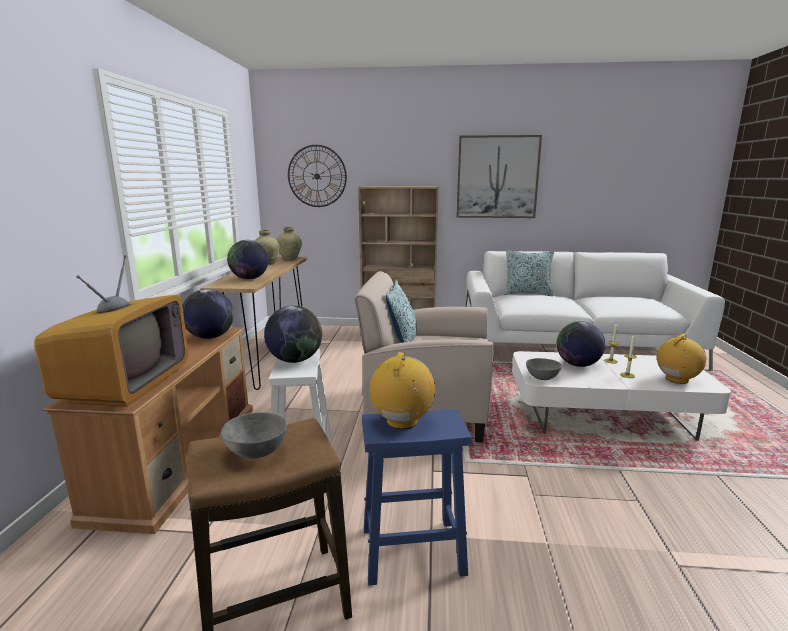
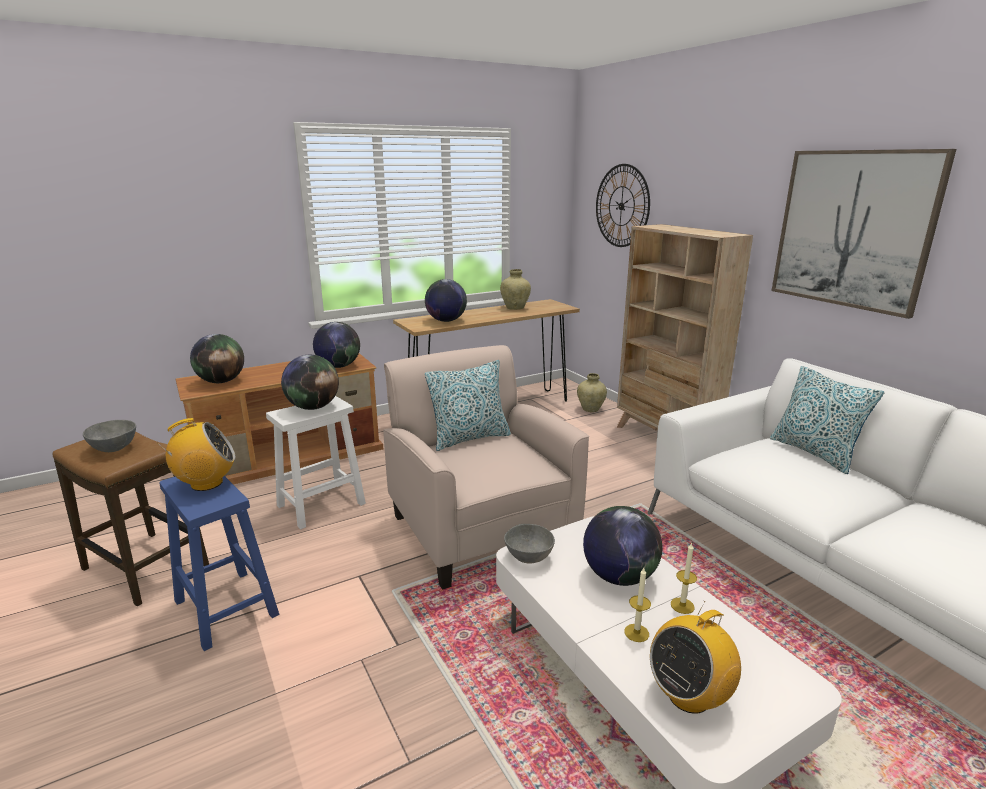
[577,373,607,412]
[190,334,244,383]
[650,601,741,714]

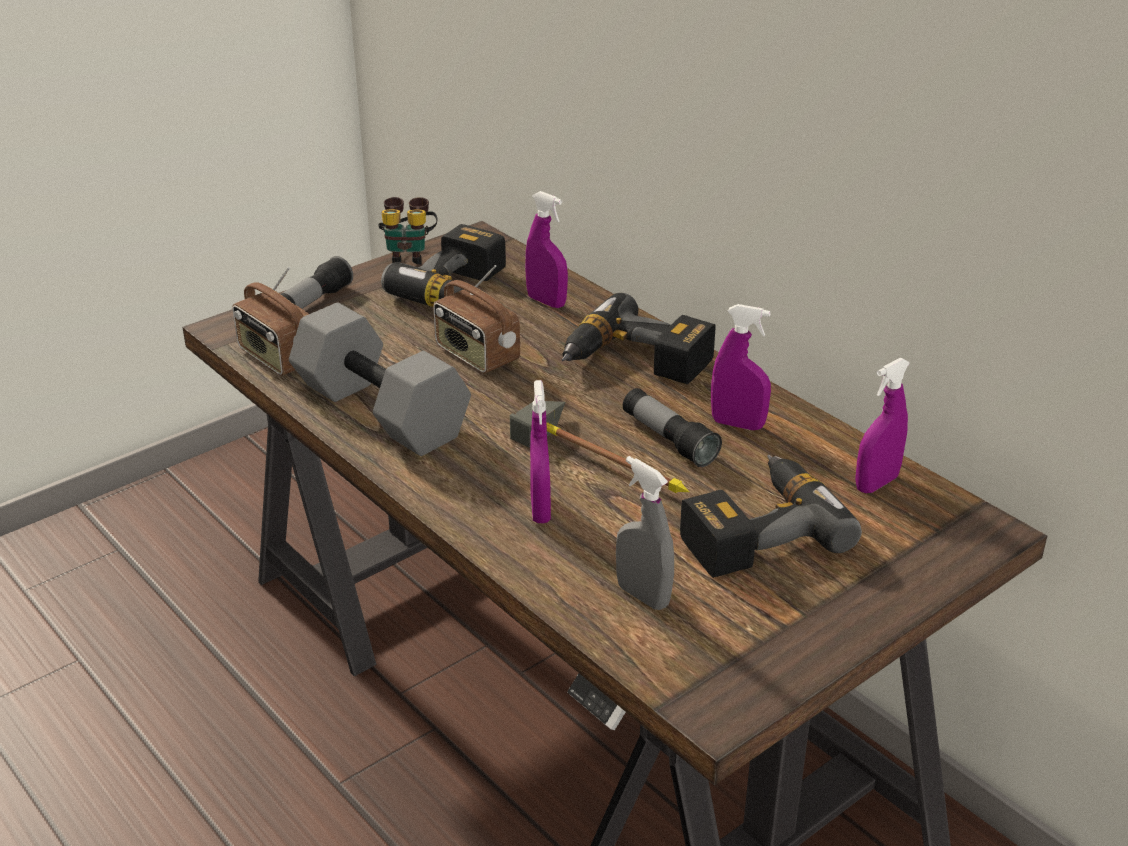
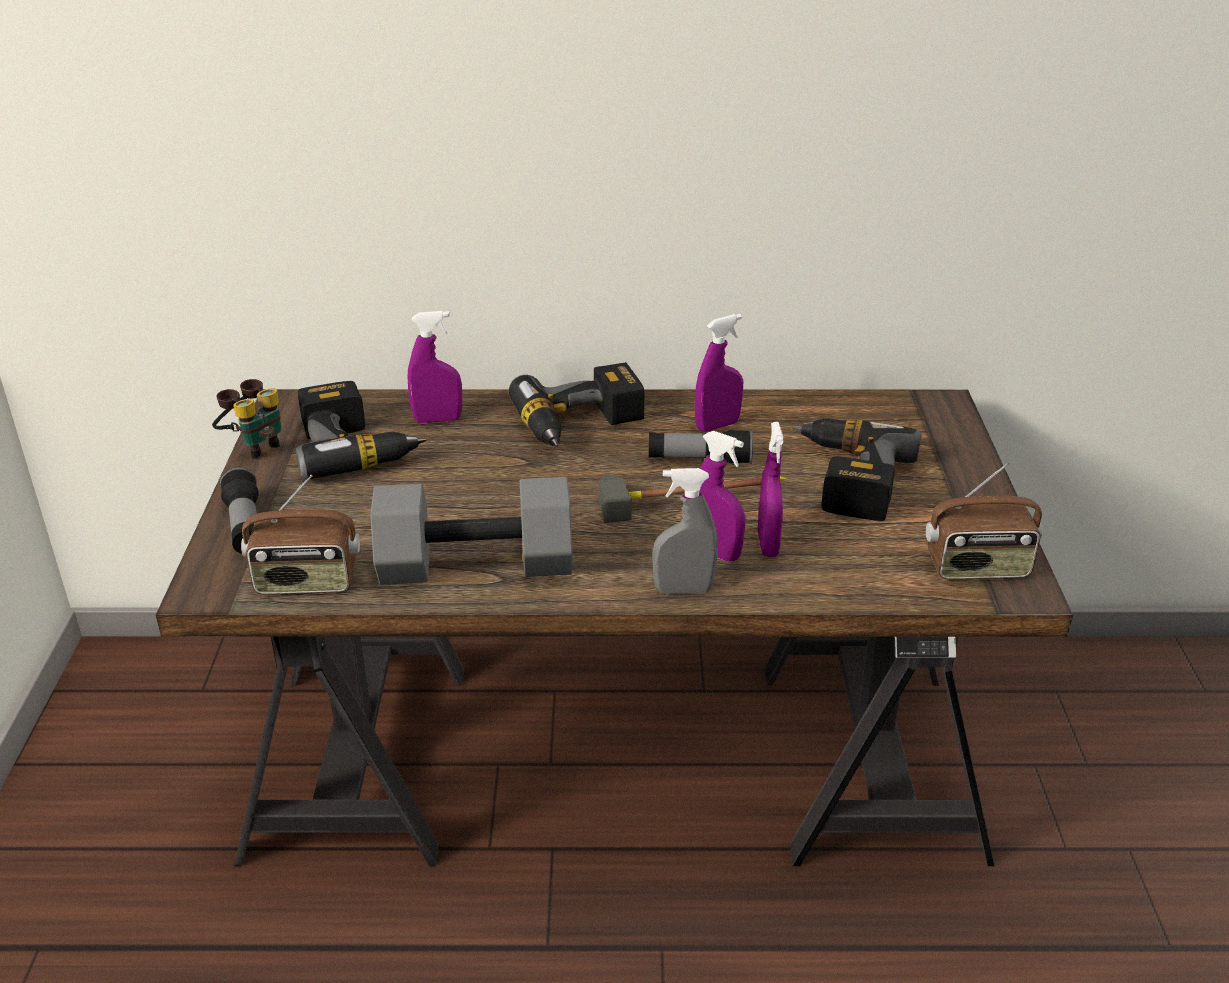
[926,462,1043,579]
[652,468,718,595]
[758,422,783,557]

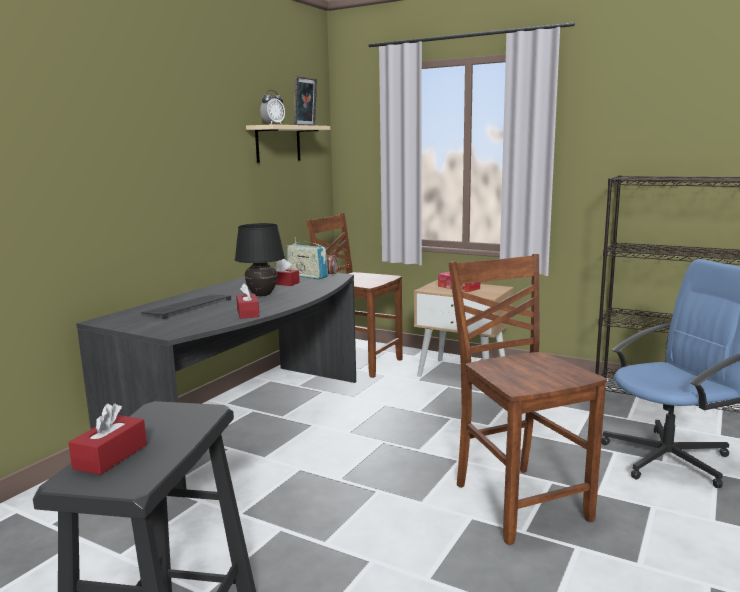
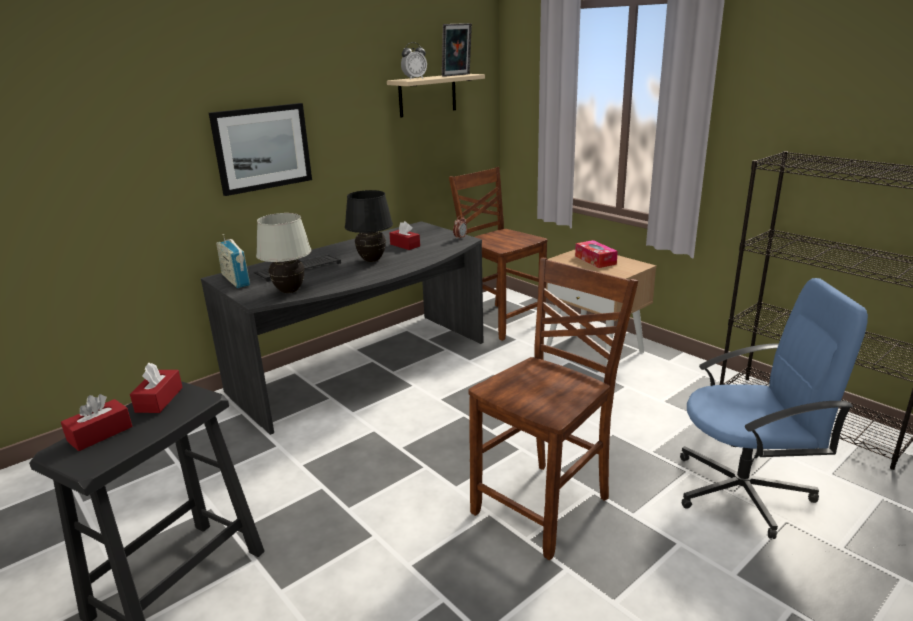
[209,103,312,196]
[256,213,312,293]
[130,363,183,413]
[216,234,250,288]
[468,258,638,560]

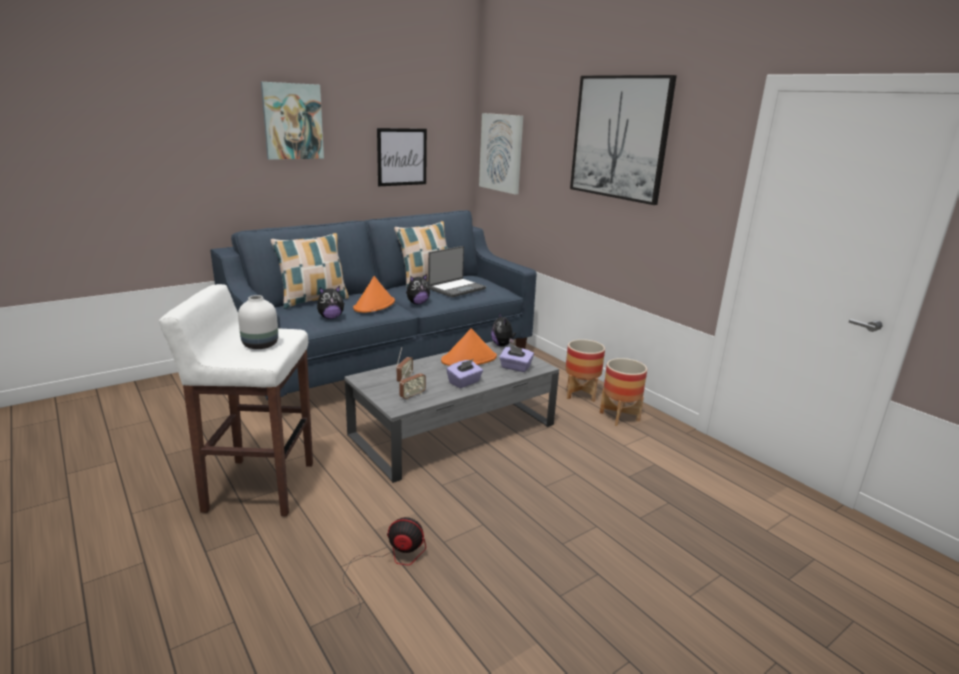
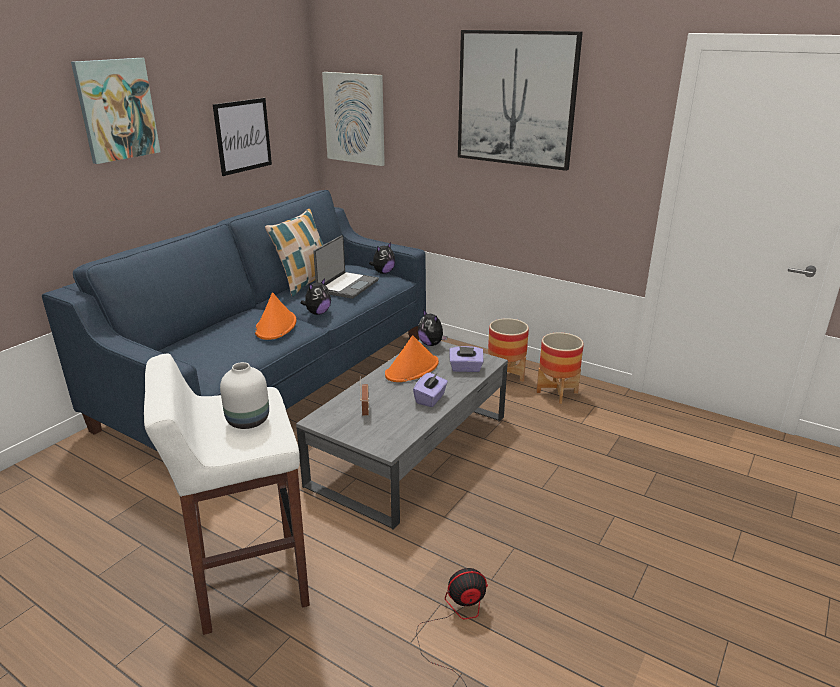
[271,233,349,309] (first image)
[399,362,426,400] (first image)
[369,242,395,274]

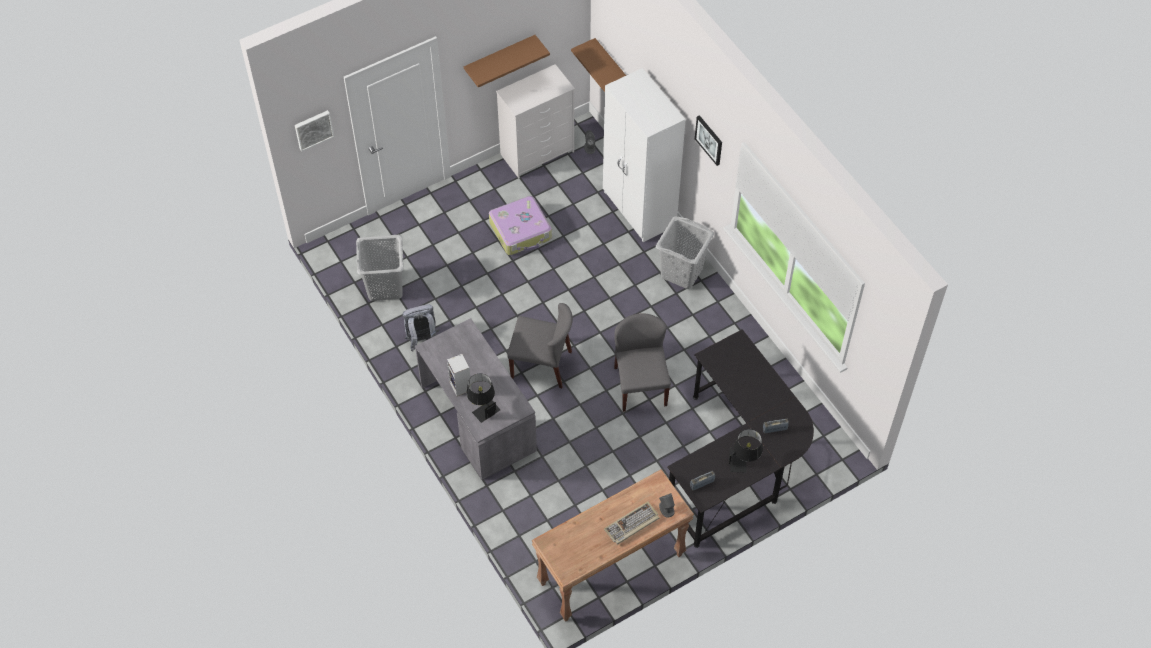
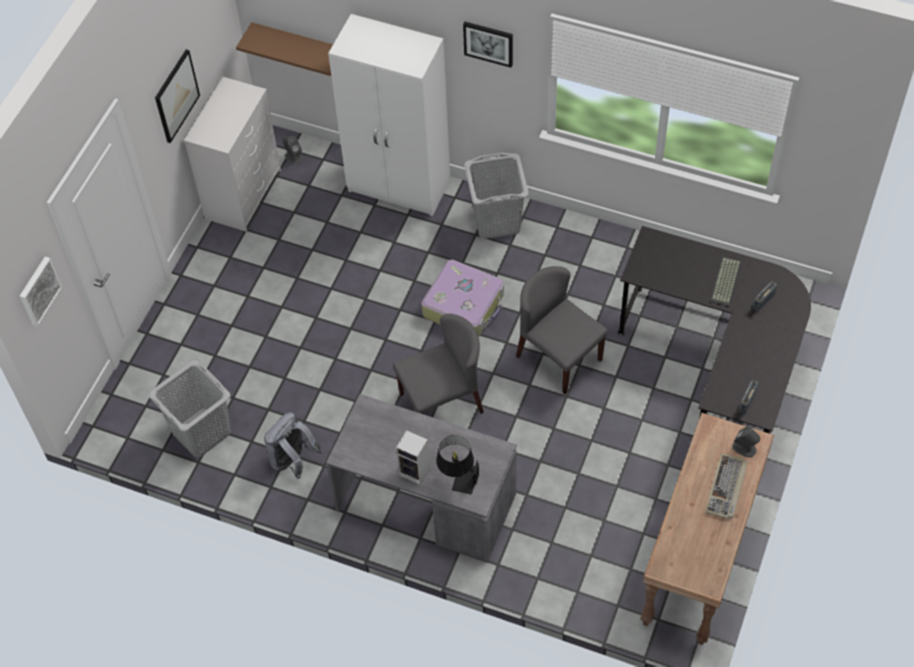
[729,429,763,472] (first image)
[710,258,741,306]
[422,260,504,337]
[155,49,200,143]

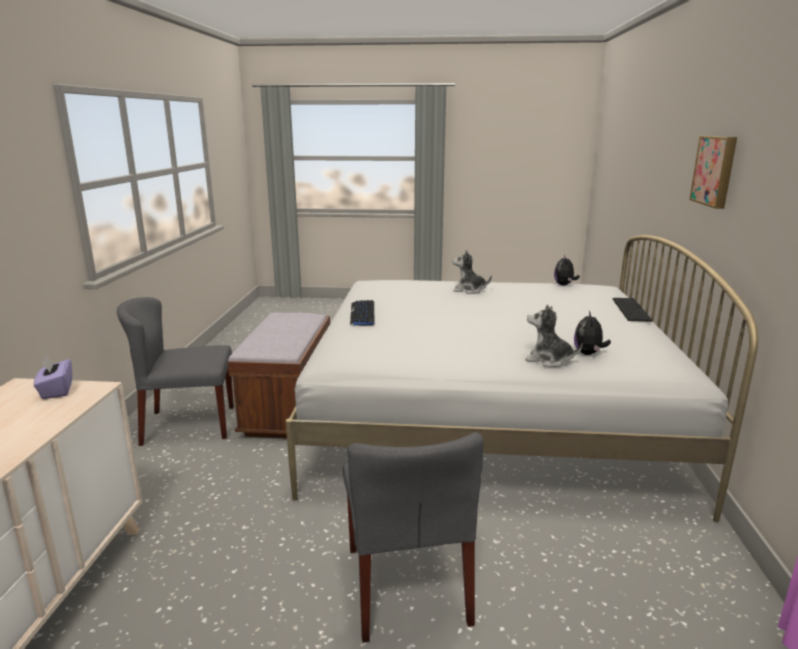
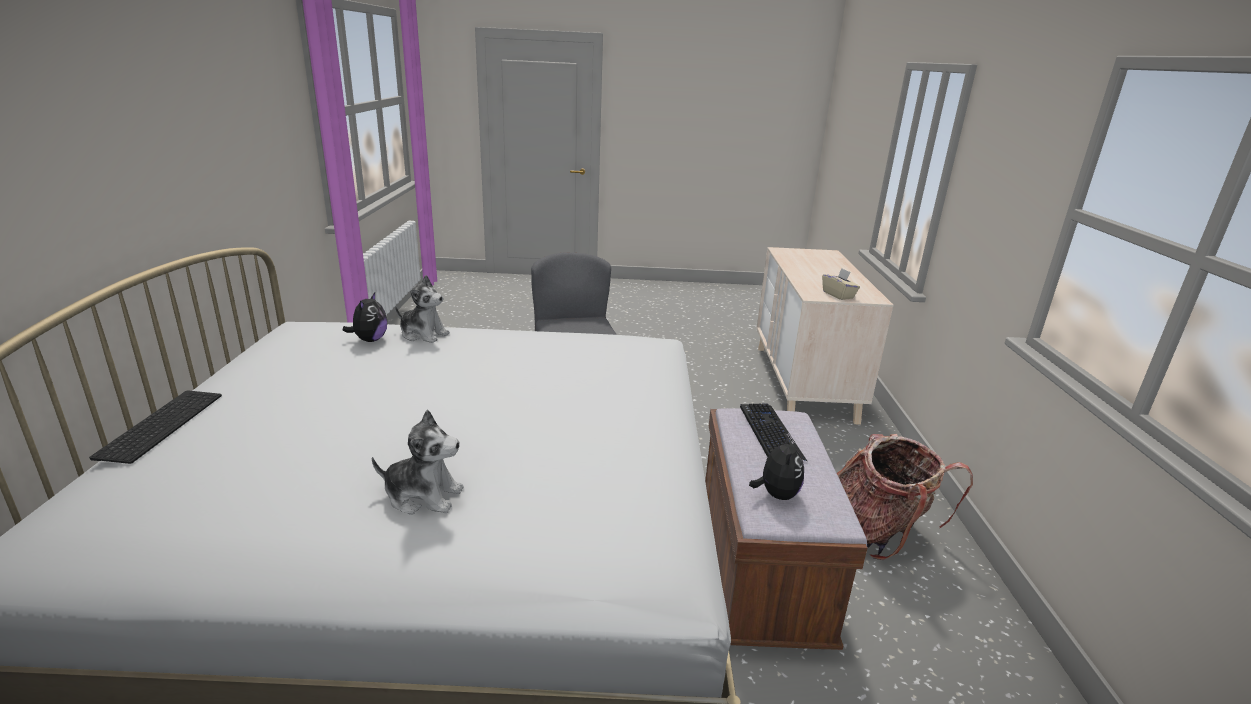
[689,136,737,209] (first image)
[740,403,807,461]
[749,434,804,500]
[837,434,973,560]
[822,268,860,300]

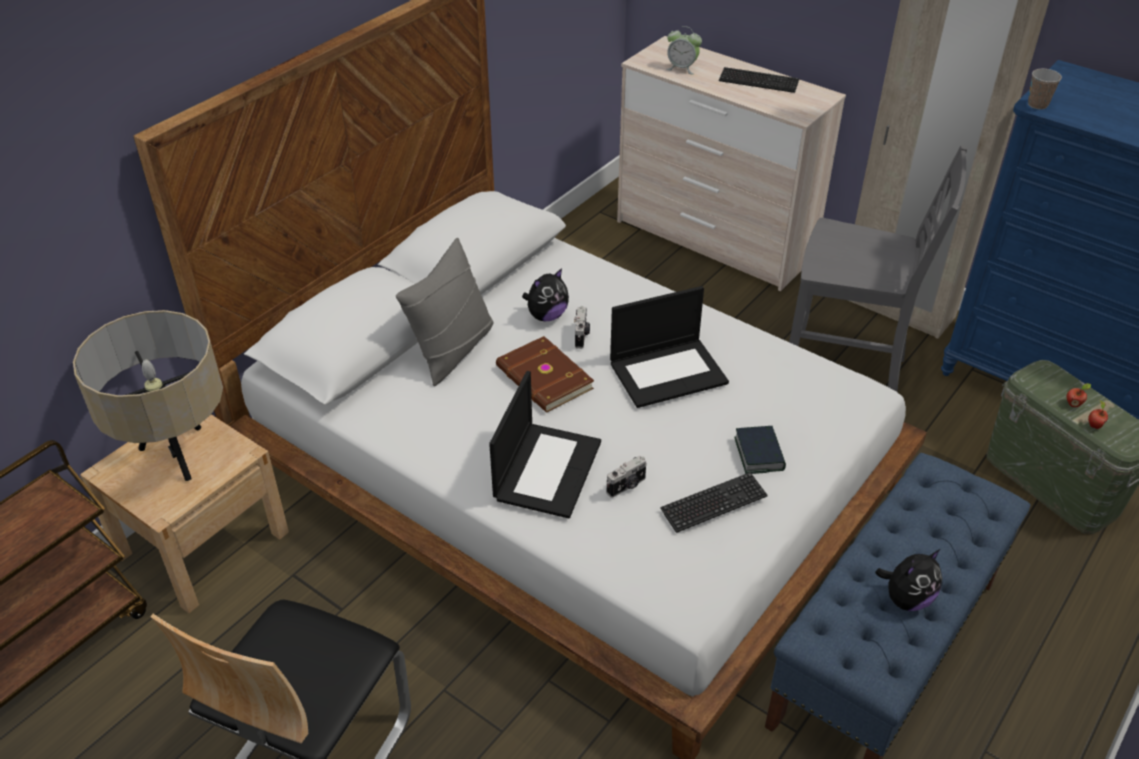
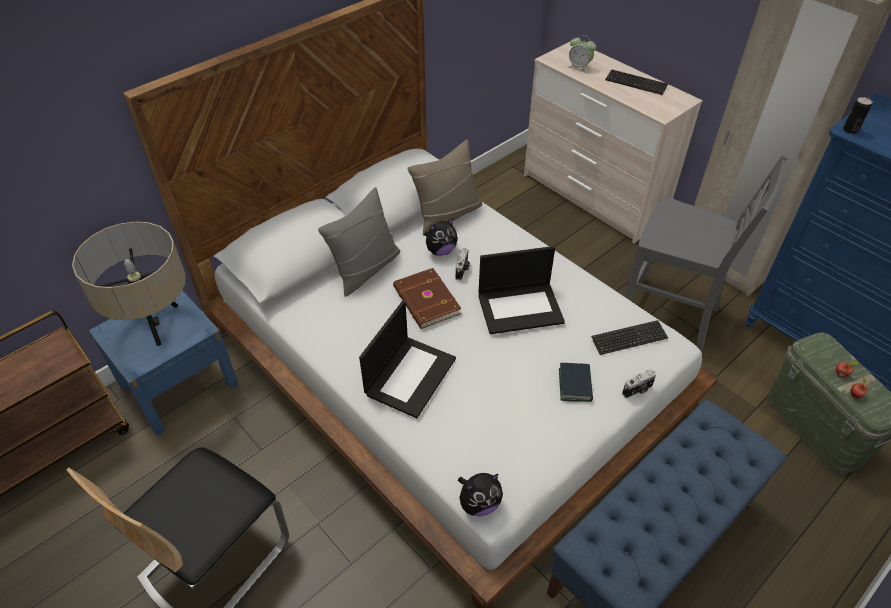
[407,140,483,236]
[622,369,656,398]
[591,320,668,355]
[458,473,503,517]
[843,97,872,134]
[88,290,239,436]

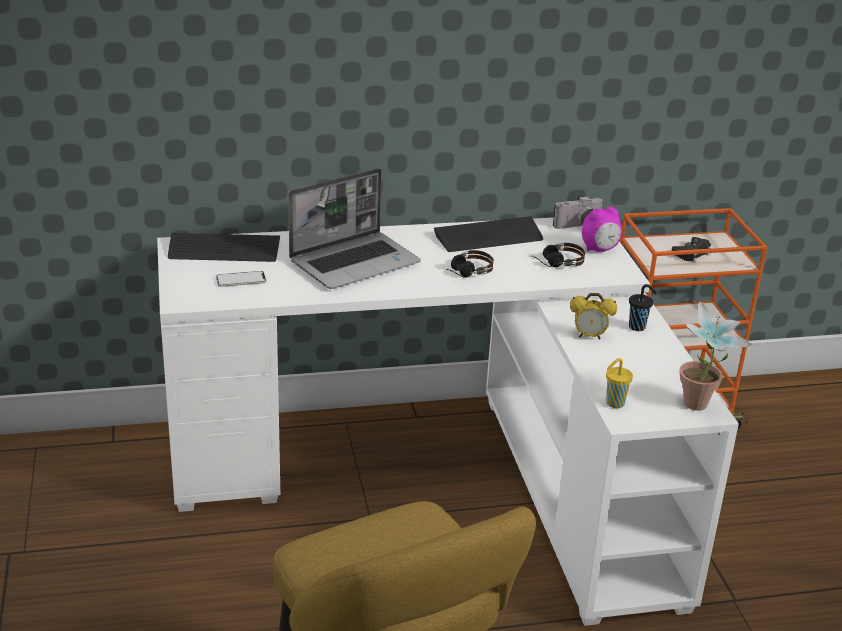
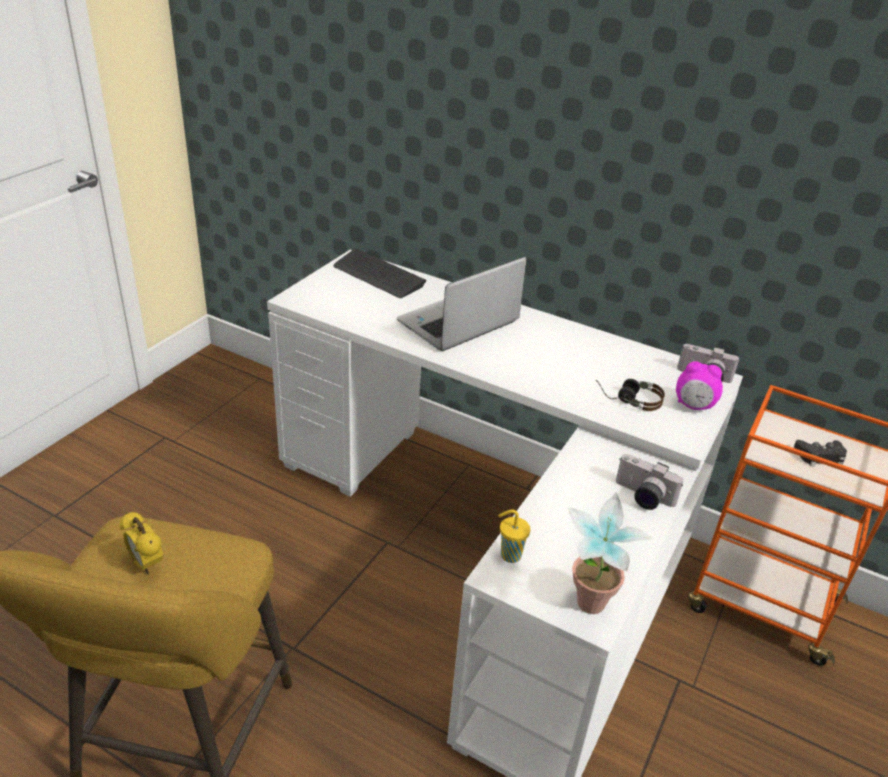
[216,271,267,287] (first image)
[434,216,543,252] (first image)
[446,250,494,278] (first image)
[119,512,164,575]
[616,454,684,510]
[397,257,526,351]

